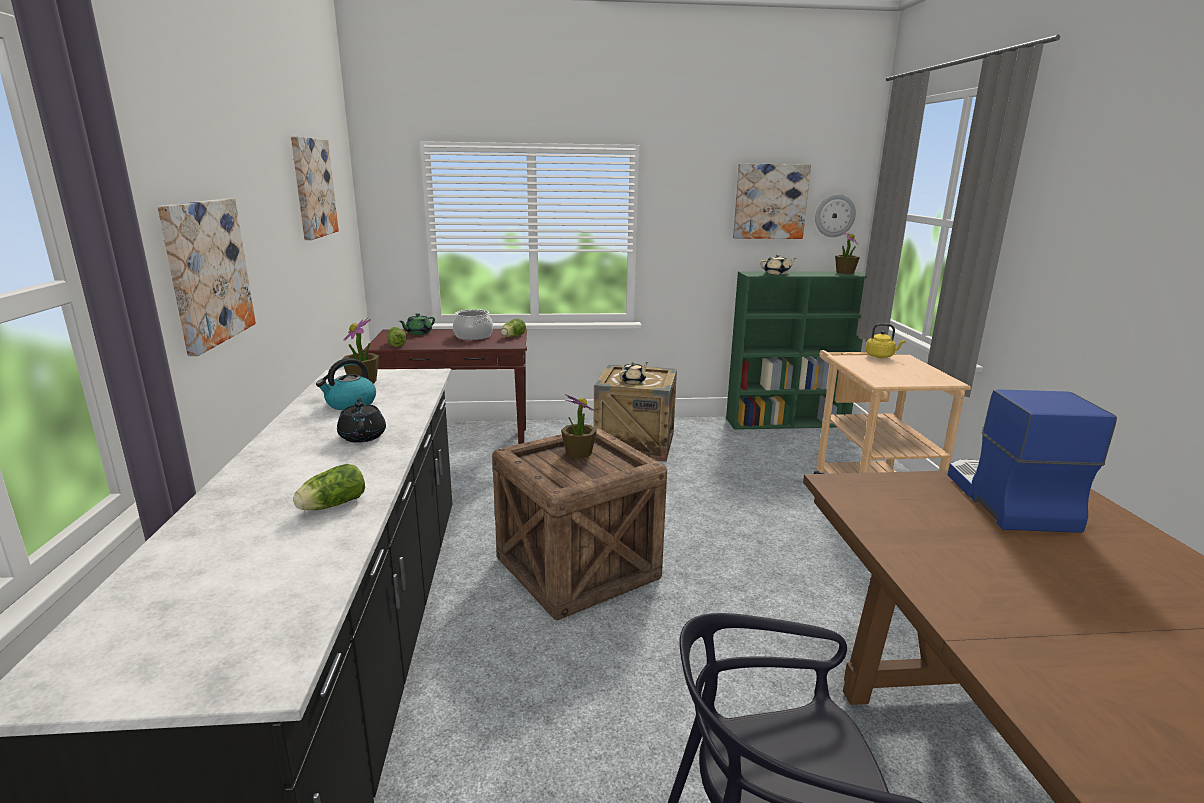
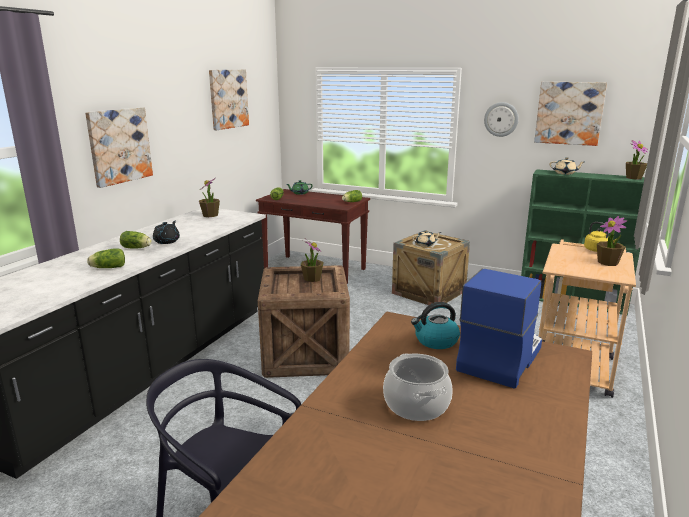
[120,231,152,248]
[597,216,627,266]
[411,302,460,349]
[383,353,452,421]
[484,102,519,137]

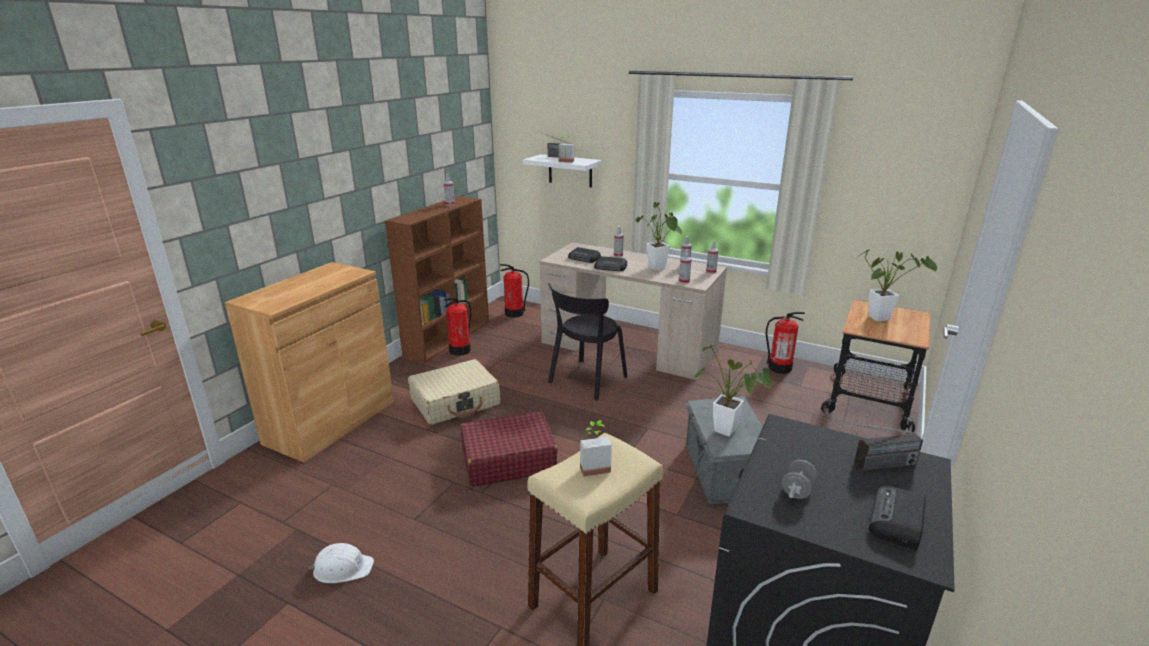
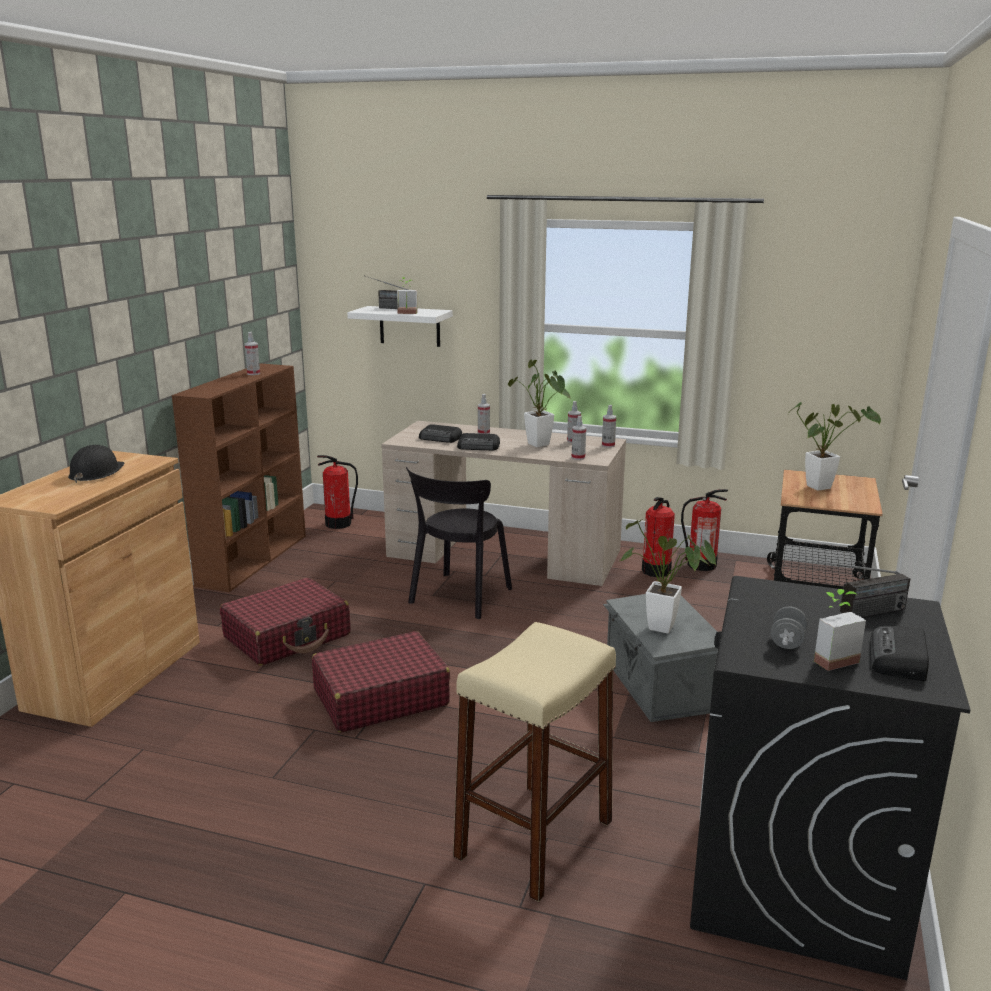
[309,543,374,583] (first image)
[68,445,125,483]
[642,497,675,577]
[814,589,866,671]
[220,578,351,666]

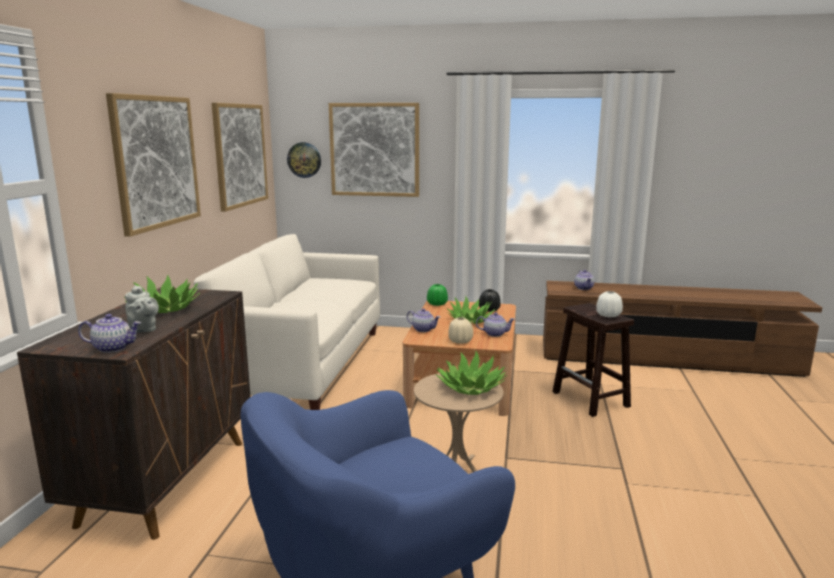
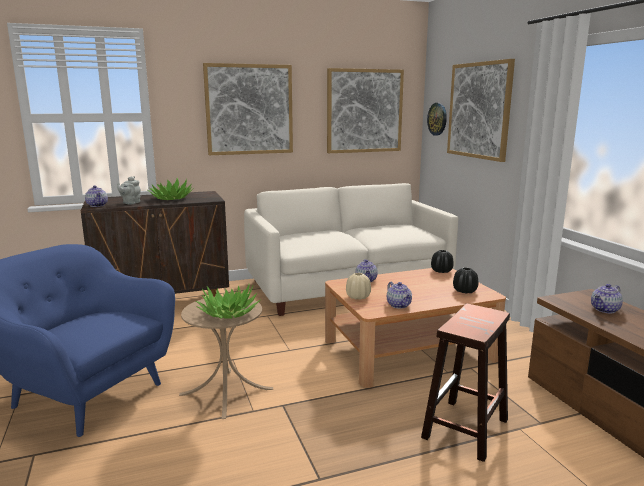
[447,296,495,324] (first image)
[596,291,623,317] (first image)
[431,250,454,273]

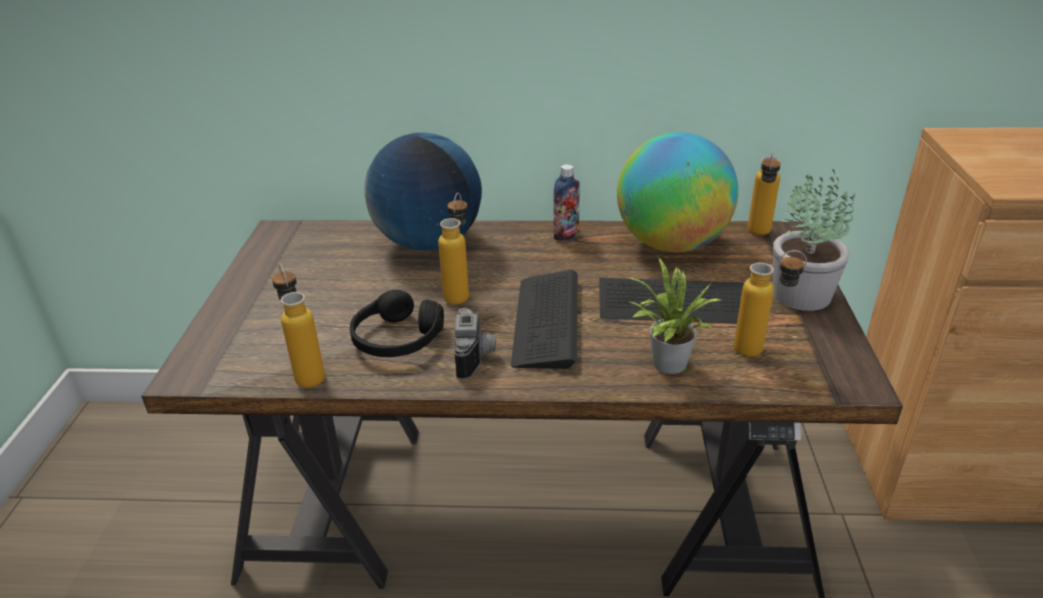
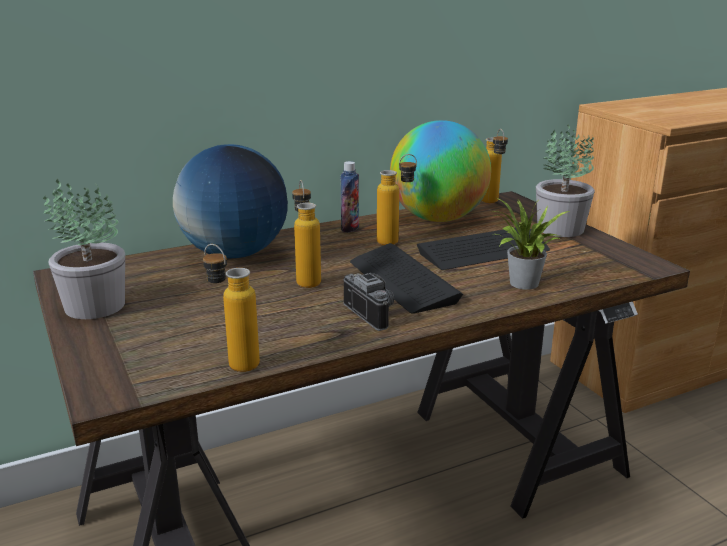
[350,290,444,357] (first image)
[43,179,125,319]
[377,154,417,245]

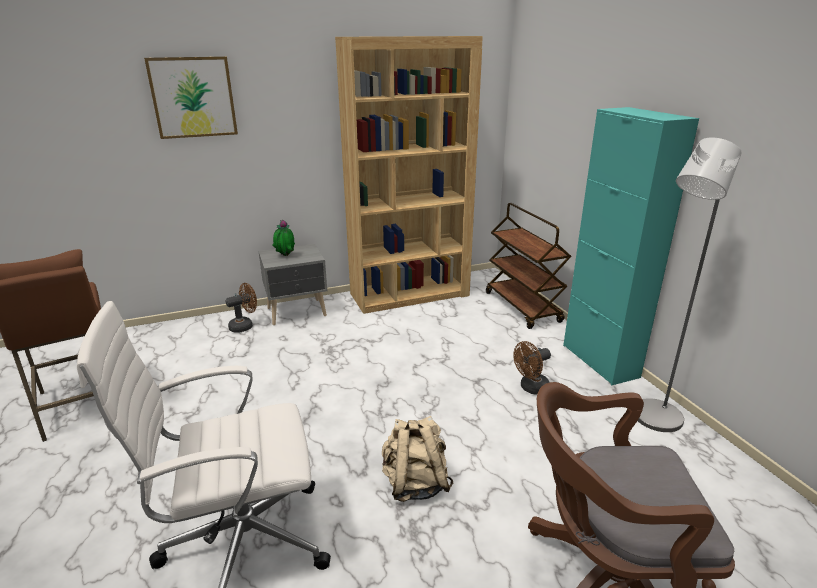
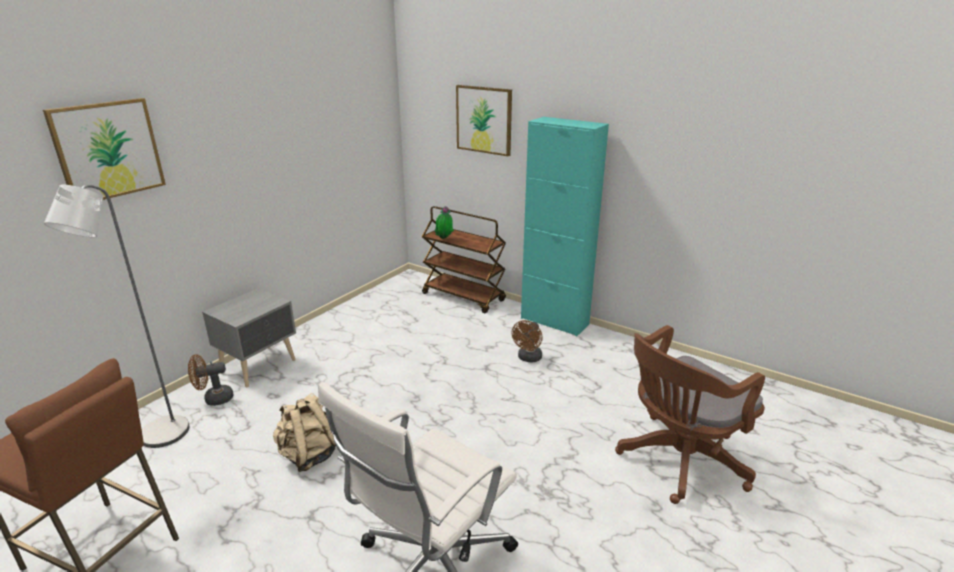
[335,36,483,314] (first image)
[456,85,512,156]
[434,206,454,239]
[273,393,336,472]
[44,185,189,448]
[188,354,234,406]

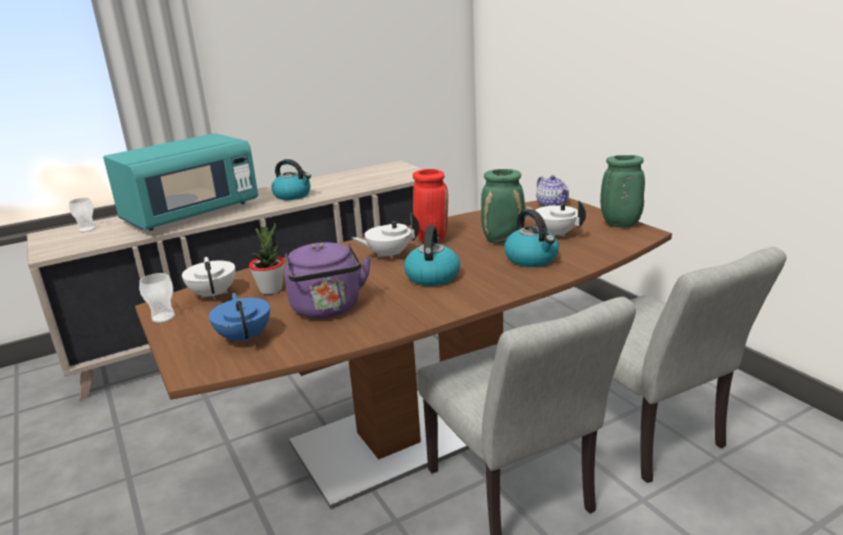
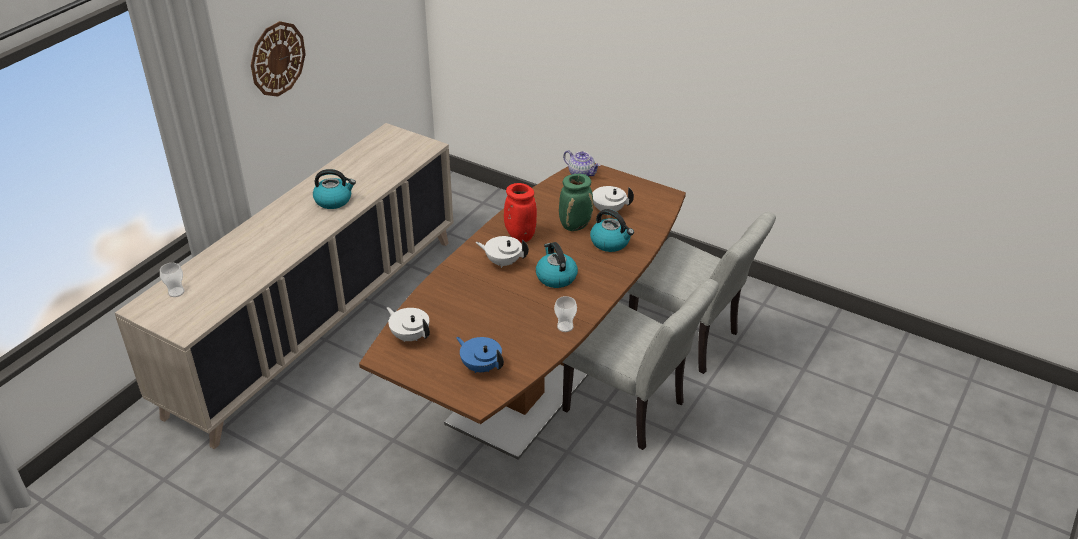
[103,133,258,231] (first image)
[249,223,284,294] (first image)
[284,242,371,319] (first image)
[600,155,645,227] (first image)
[251,21,306,96]
[554,296,577,332]
[476,236,529,268]

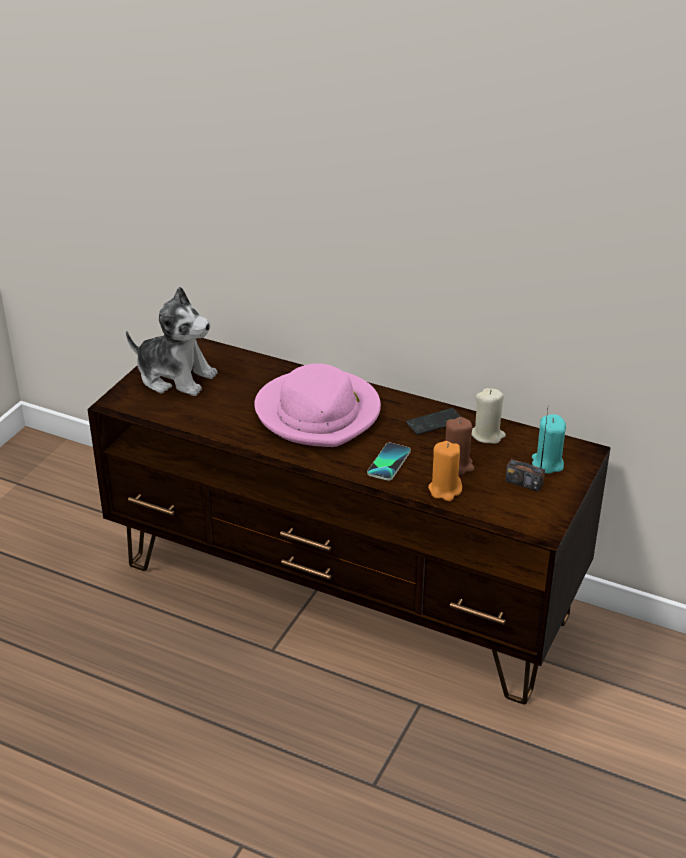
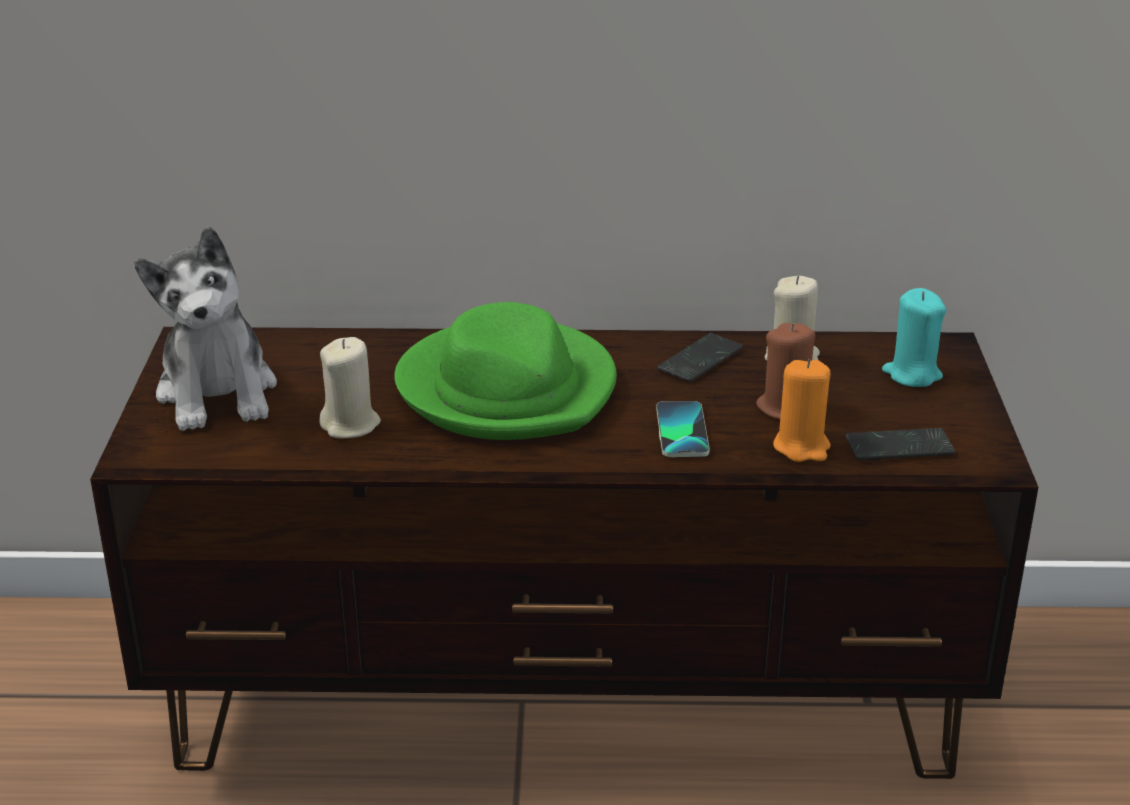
[505,410,548,492] (first image)
[319,337,381,438]
[846,428,955,461]
[394,302,617,440]
[134,226,277,431]

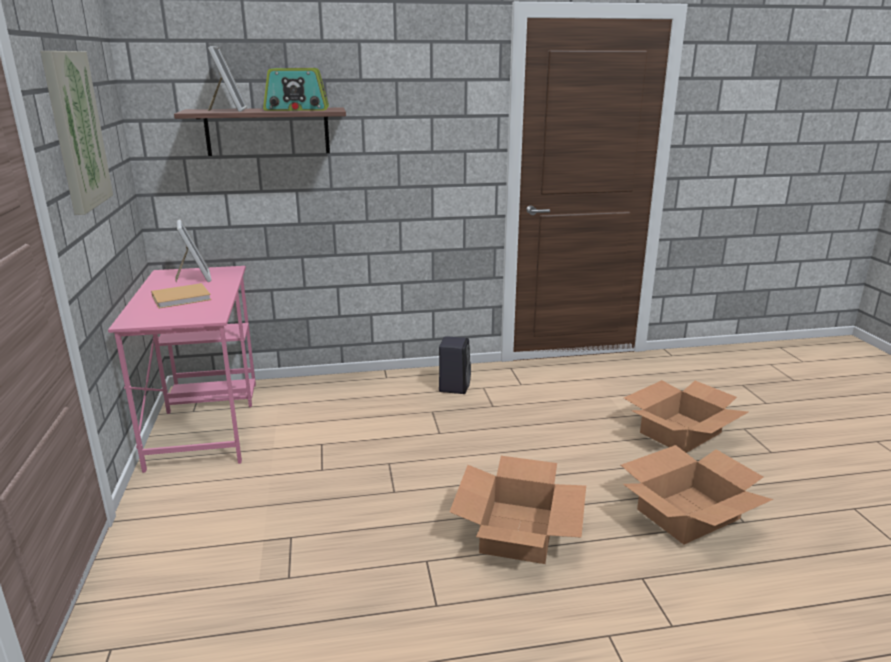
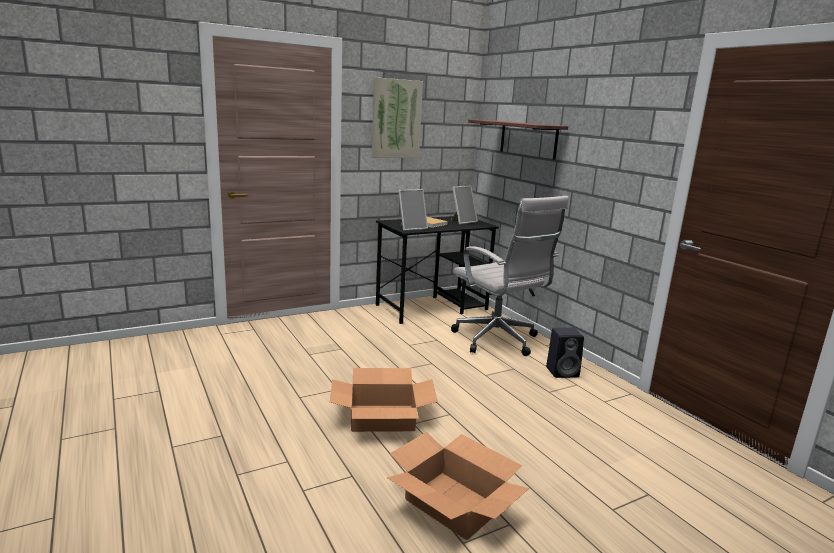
[263,68,329,111] (first image)
[624,380,748,453] (first image)
[451,196,569,356]
[398,189,428,231]
[376,216,499,324]

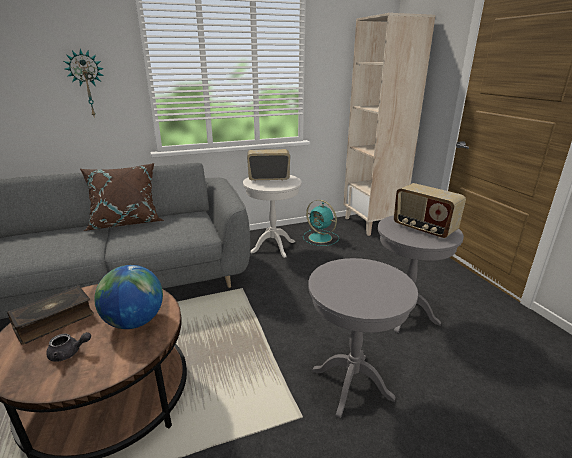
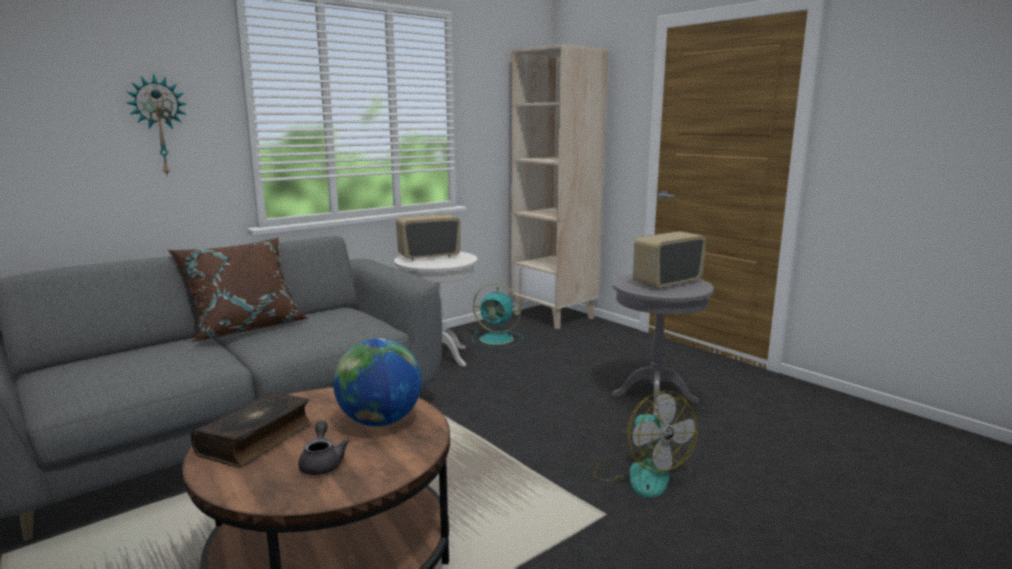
[594,390,698,498]
[298,420,350,475]
[633,231,706,289]

